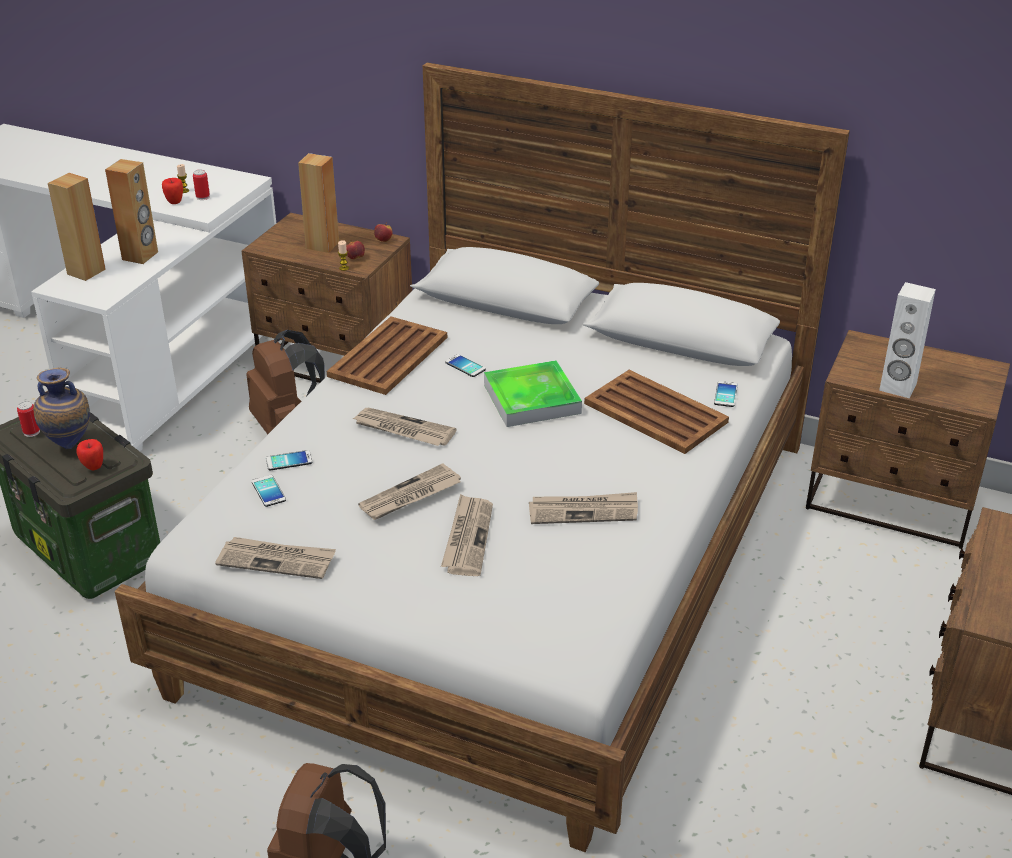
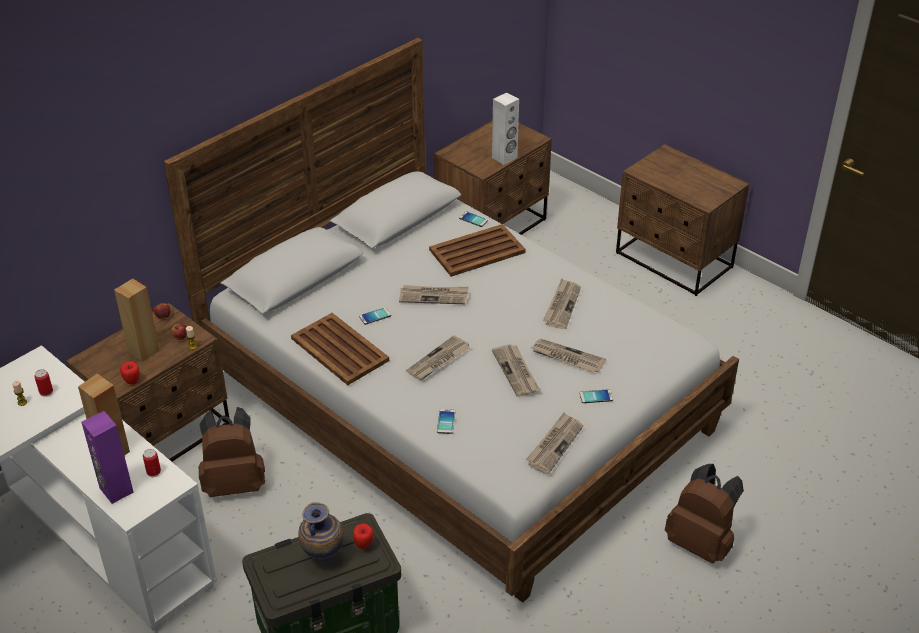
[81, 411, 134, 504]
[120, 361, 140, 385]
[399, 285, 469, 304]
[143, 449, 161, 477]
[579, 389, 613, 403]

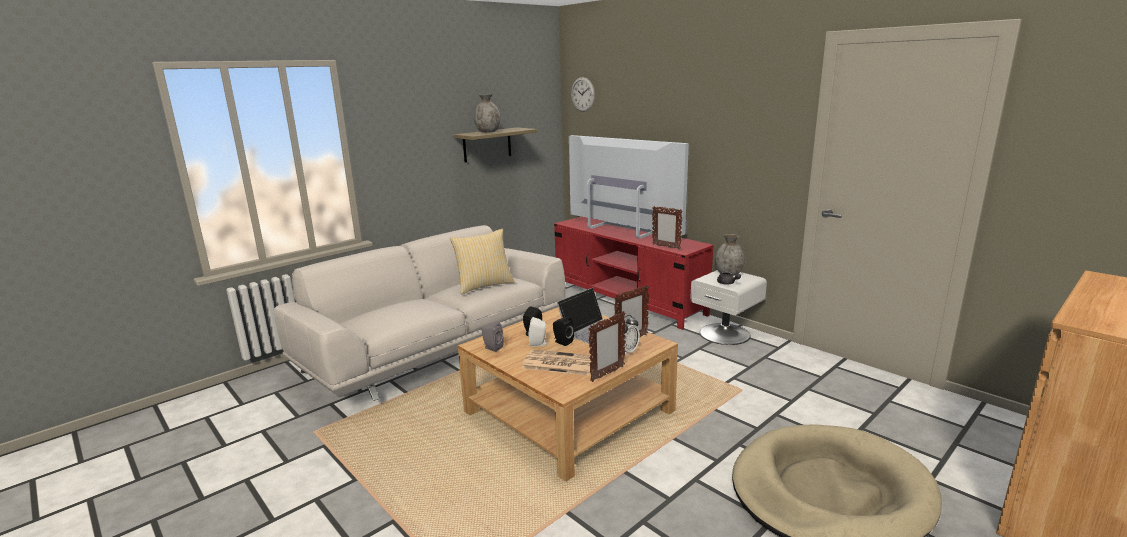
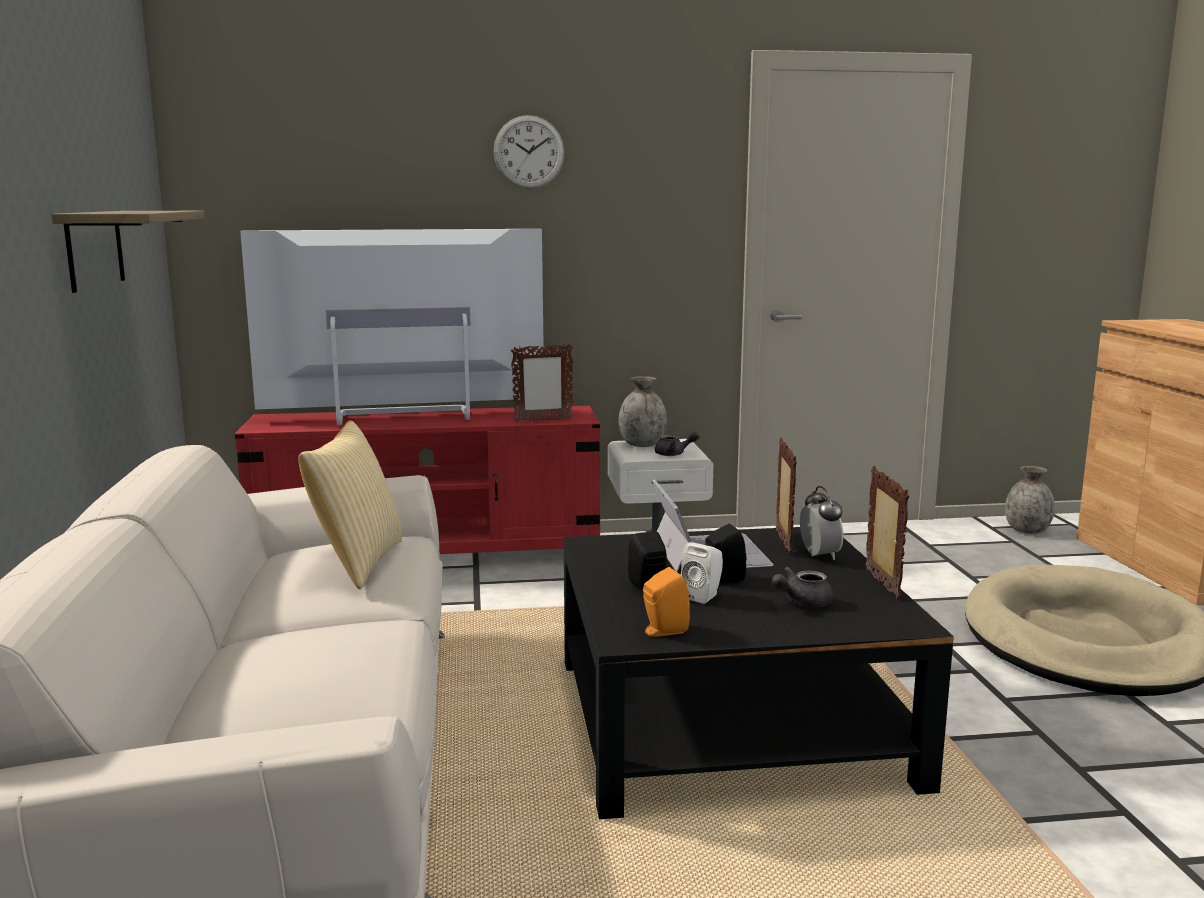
[493, 115, 564, 189]
[1005, 466, 1055, 534]
[564, 527, 954, 819]
[643, 567, 690, 637]
[772, 567, 834, 607]

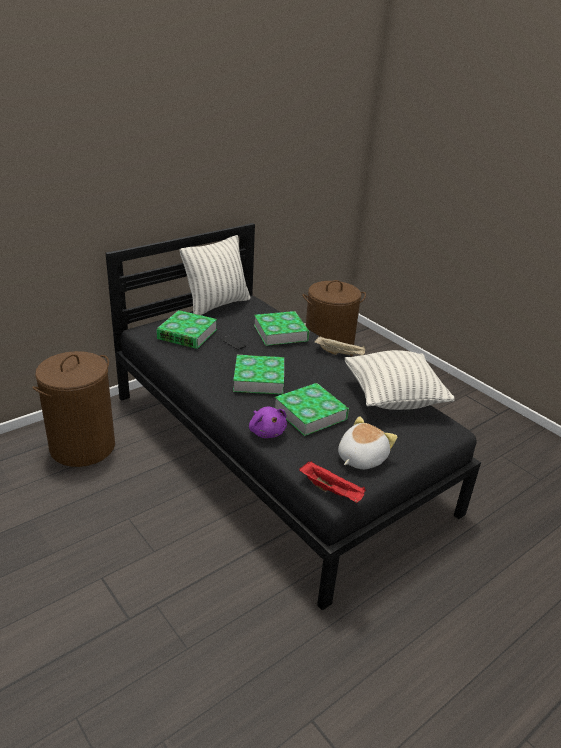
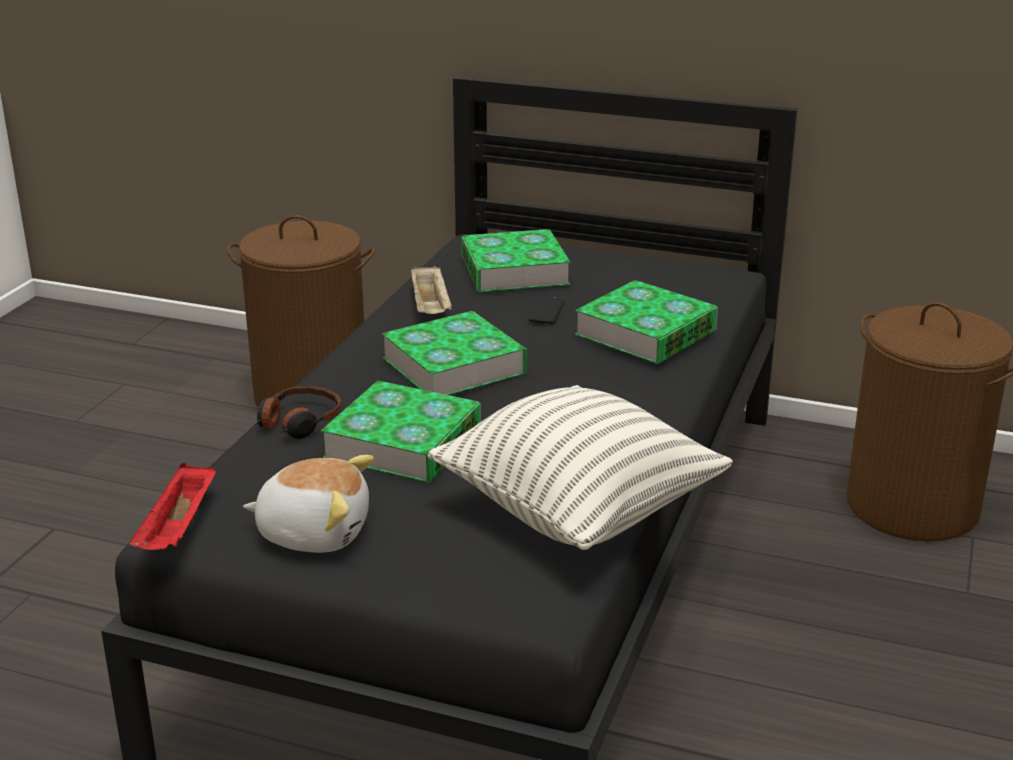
[180, 235, 250, 315] (first image)
[411, 265, 452, 314]
[256, 386, 341, 439]

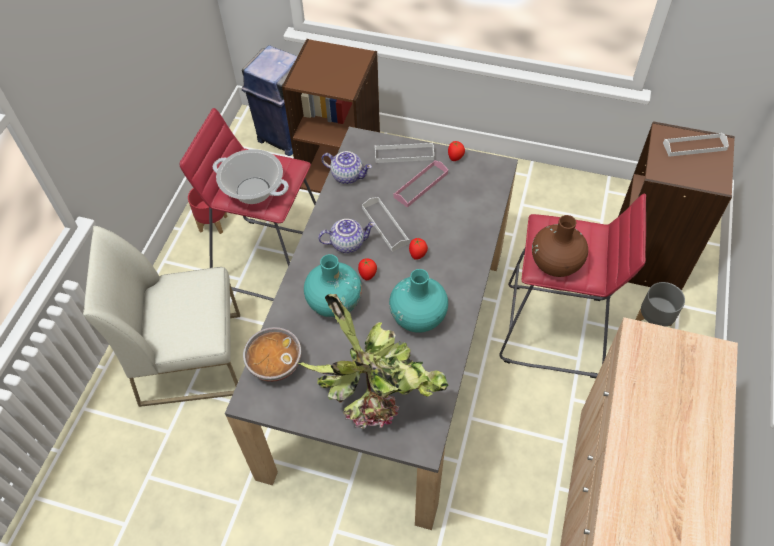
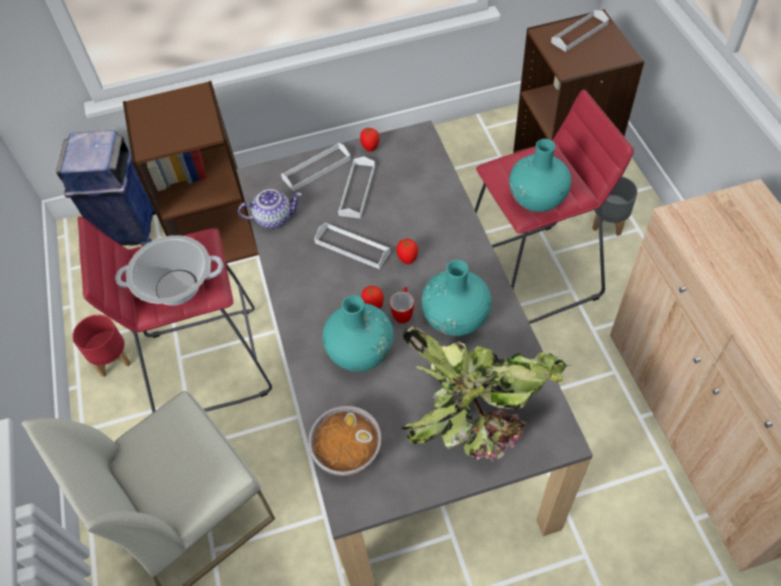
[338, 157, 375, 219]
[509, 139, 571, 212]
[318, 219, 375, 253] (first image)
[390, 287, 414, 323]

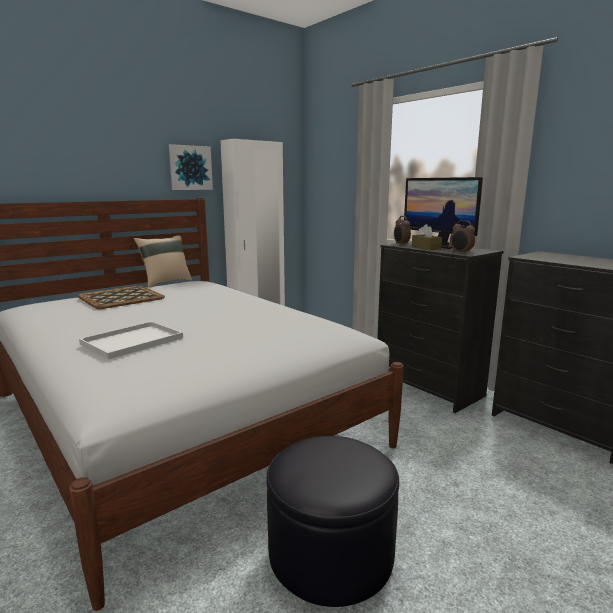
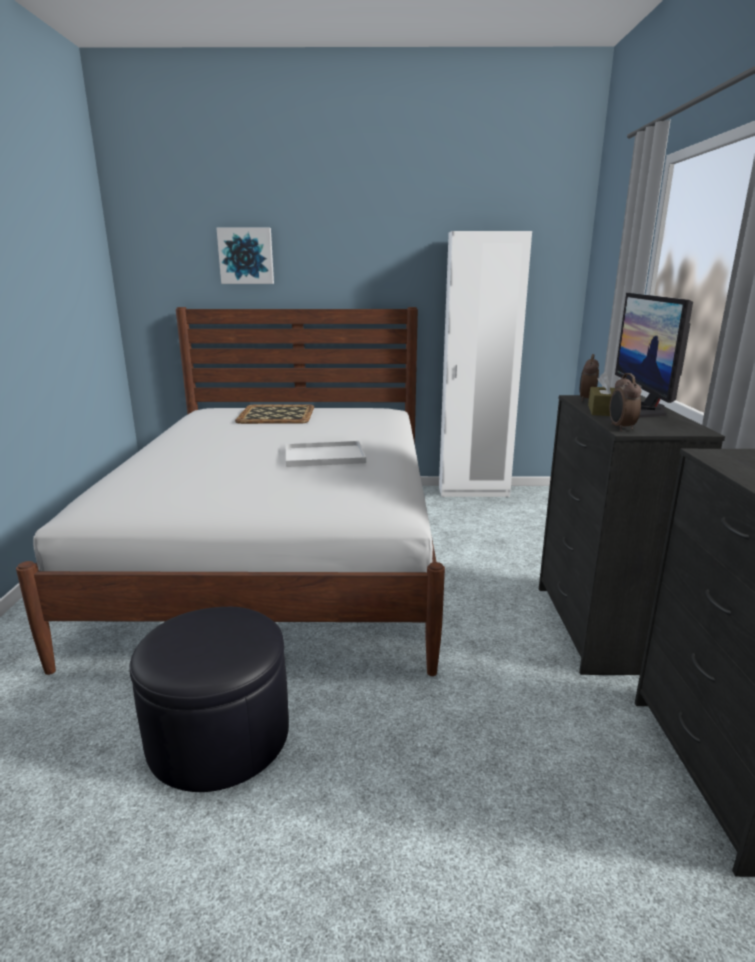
[216, 228, 274, 284]
[134, 235, 192, 288] (first image)
[286, 441, 366, 467]

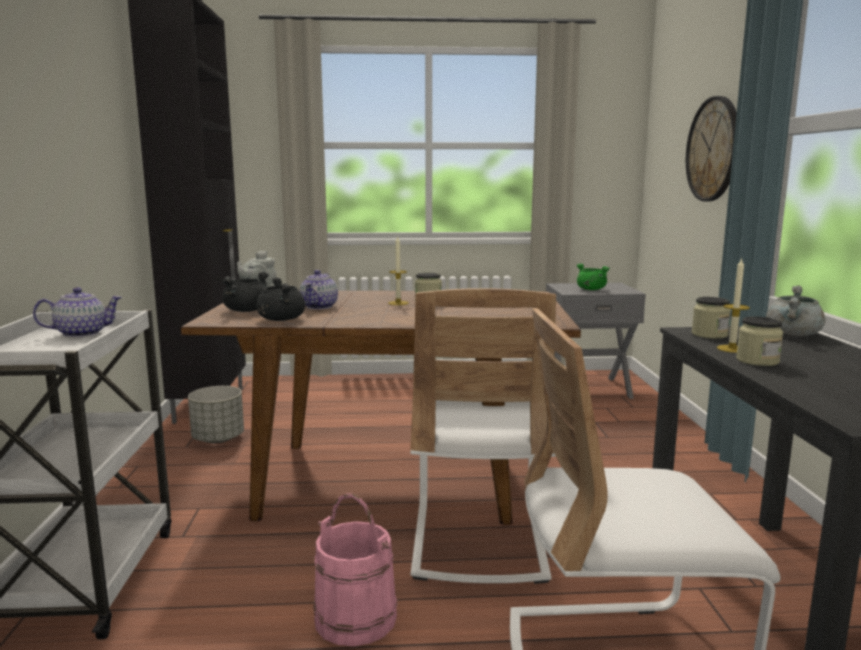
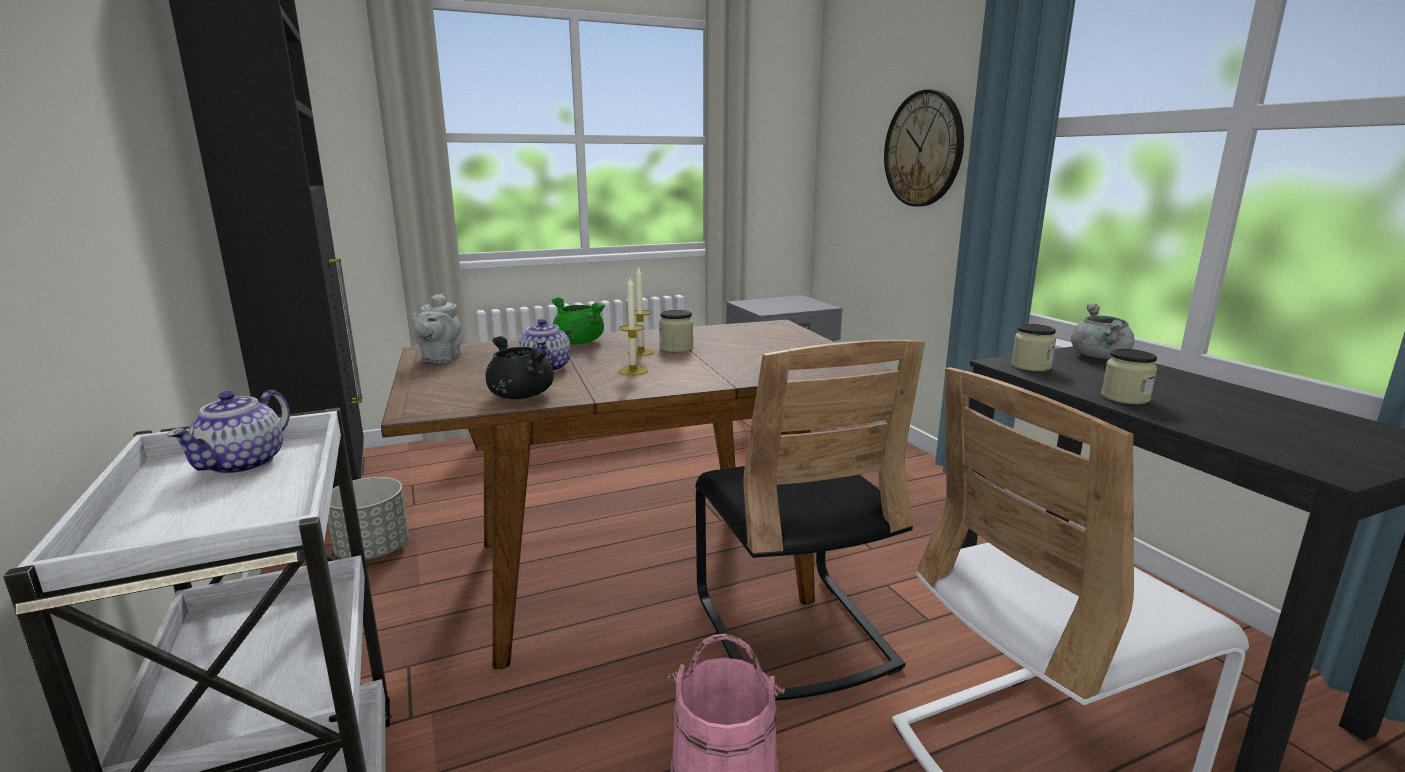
[619, 278, 648, 376]
[551, 297, 605, 344]
[222, 272, 269, 312] (first image)
[166, 390, 290, 475]
[695, 340, 925, 701]

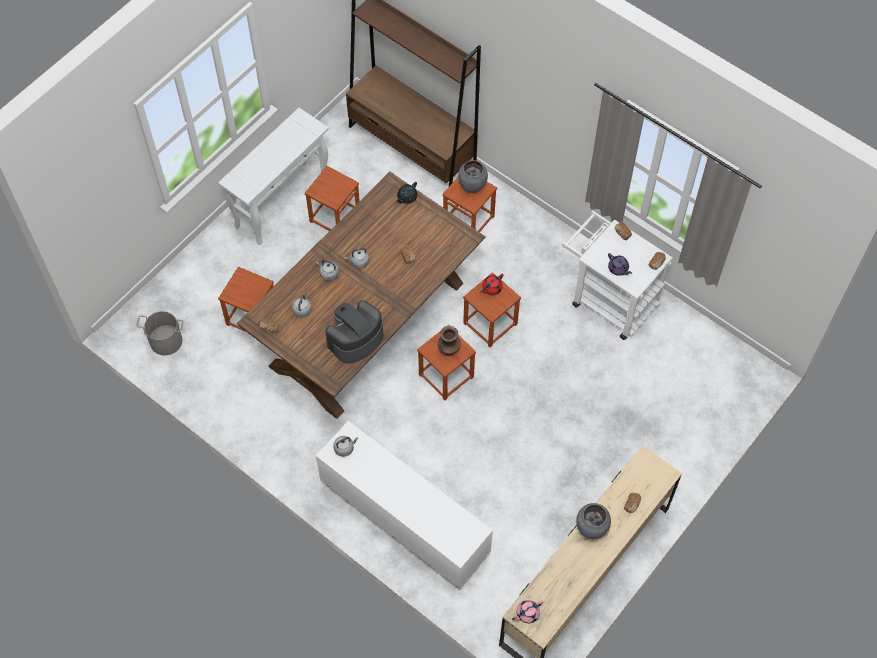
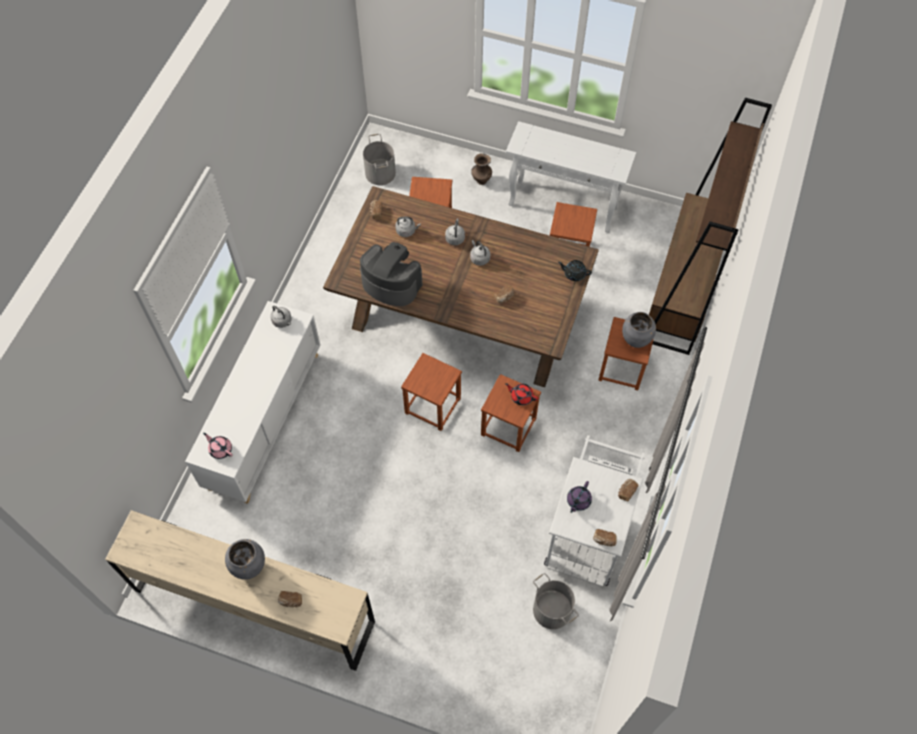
[471, 153, 492, 185]
[203, 433, 233, 459]
[533, 573, 579, 629]

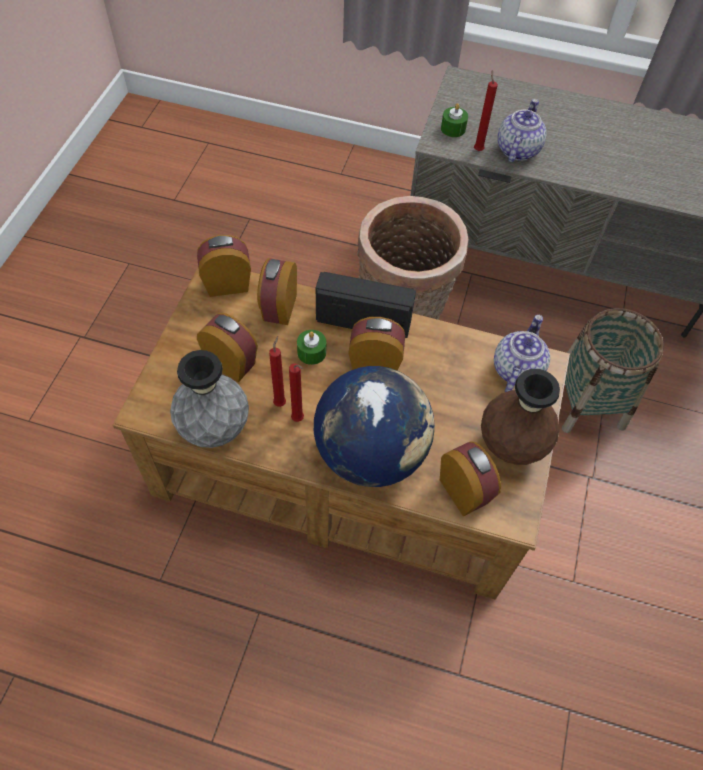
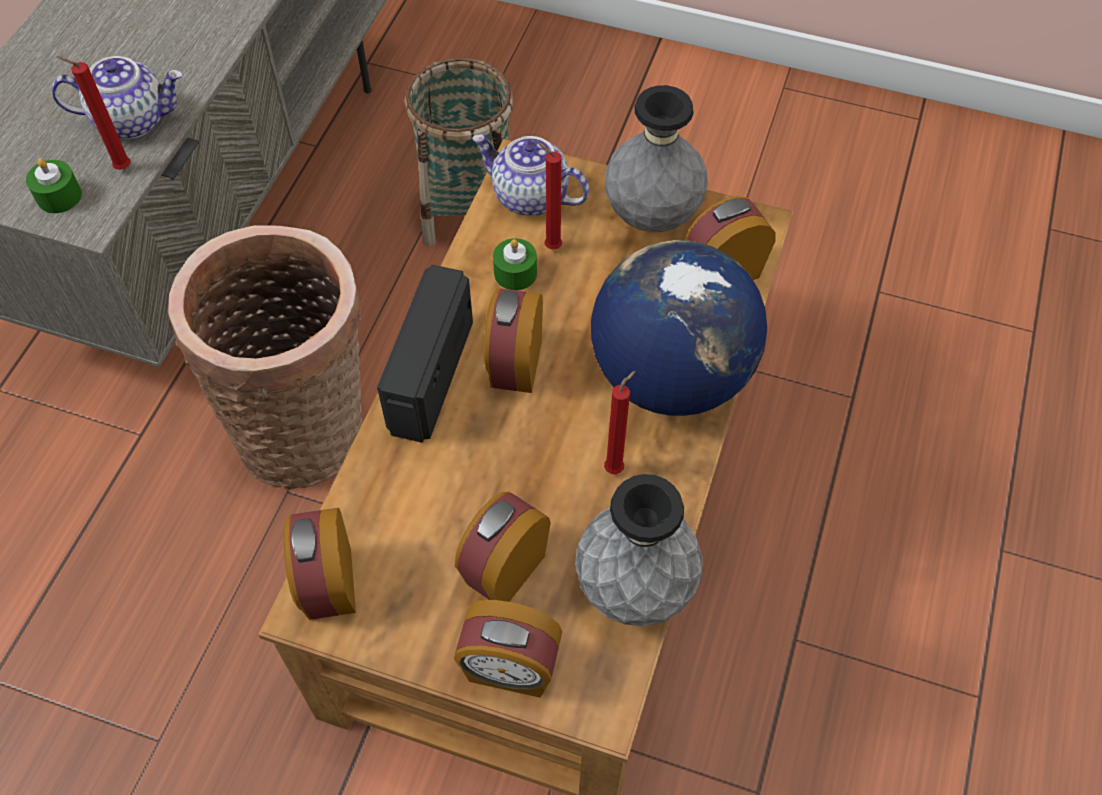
[52, 56, 183, 139]
[454, 600, 562, 698]
[493, 238, 537, 290]
[537, 142, 562, 250]
[605, 85, 708, 232]

